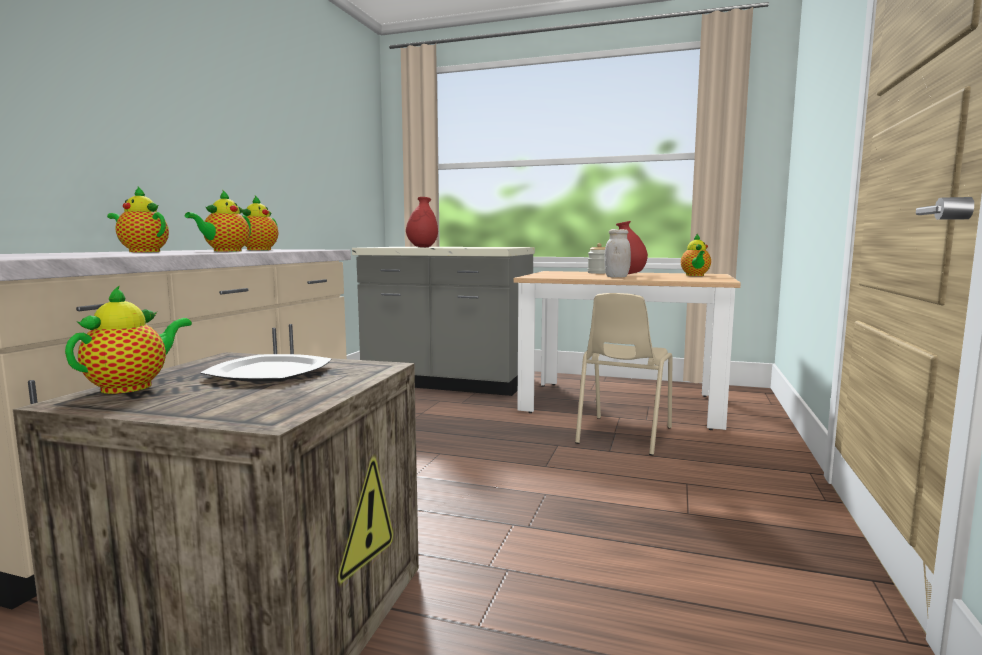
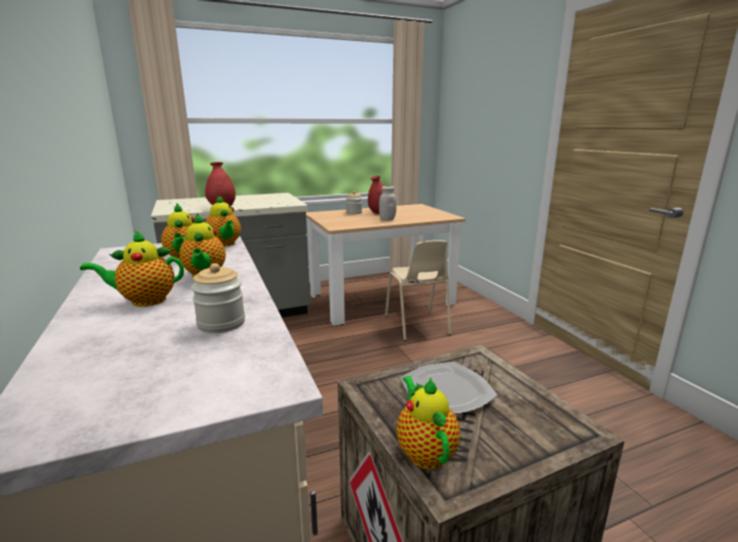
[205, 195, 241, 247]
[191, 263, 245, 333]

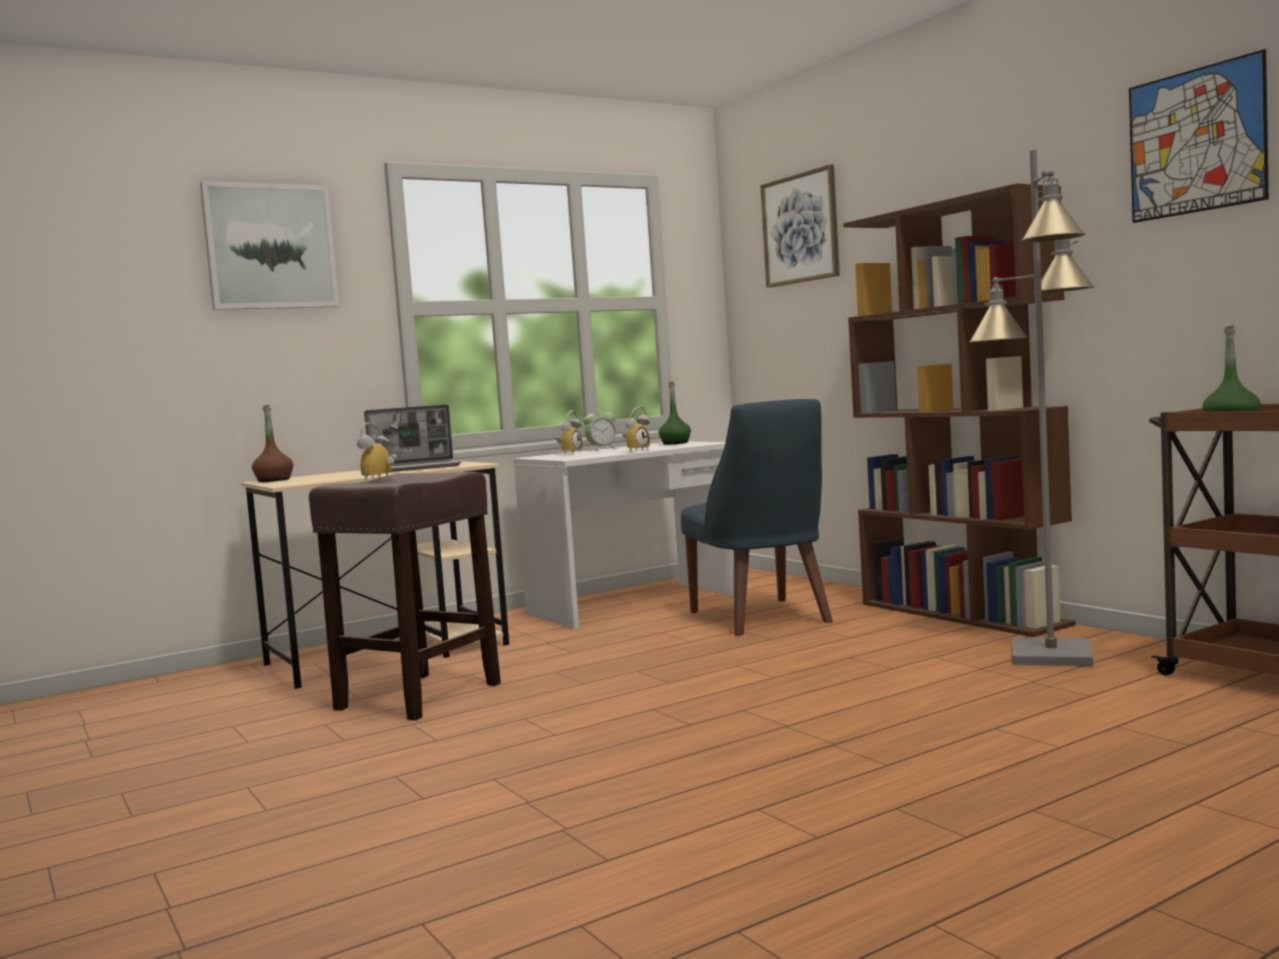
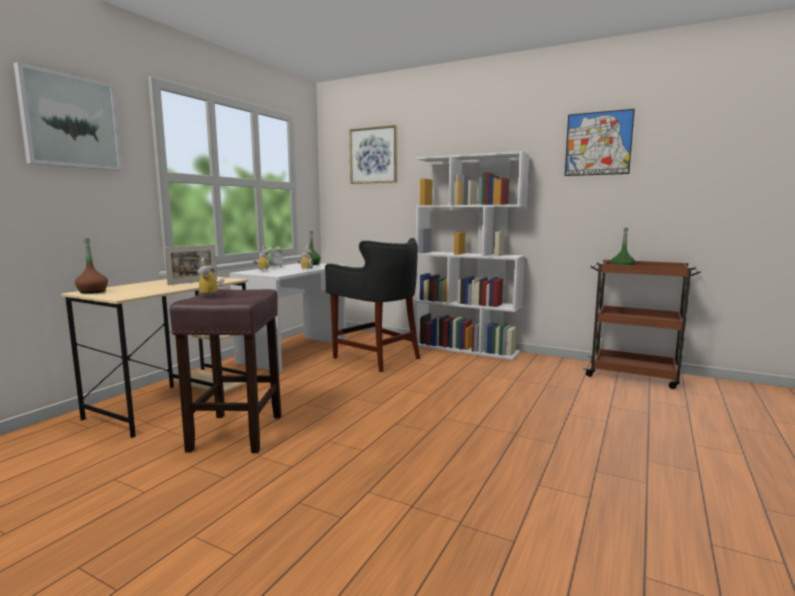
[969, 150, 1095, 666] (first image)
[415, 151, 530, 360]
[325, 238, 420, 372]
[164, 245, 217, 285]

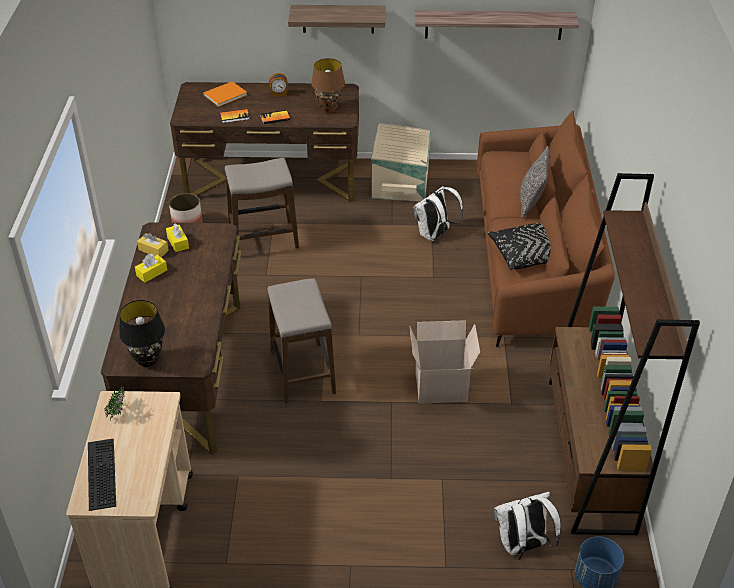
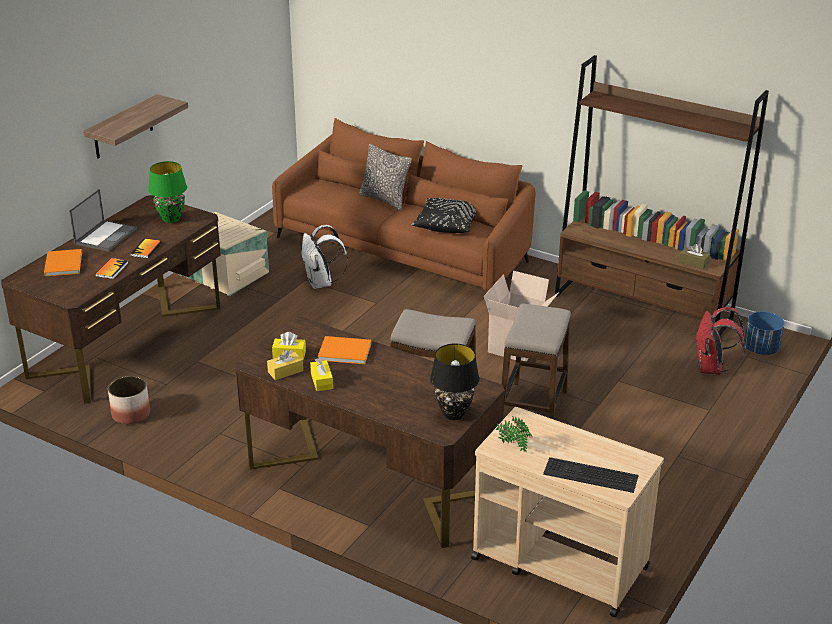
[415, 11, 579, 40] (first image)
[148, 161, 187, 223]
[69, 189, 137, 252]
[502, 303, 571, 419]
[695, 307, 745, 375]
[679, 244, 710, 269]
[318, 336, 372, 364]

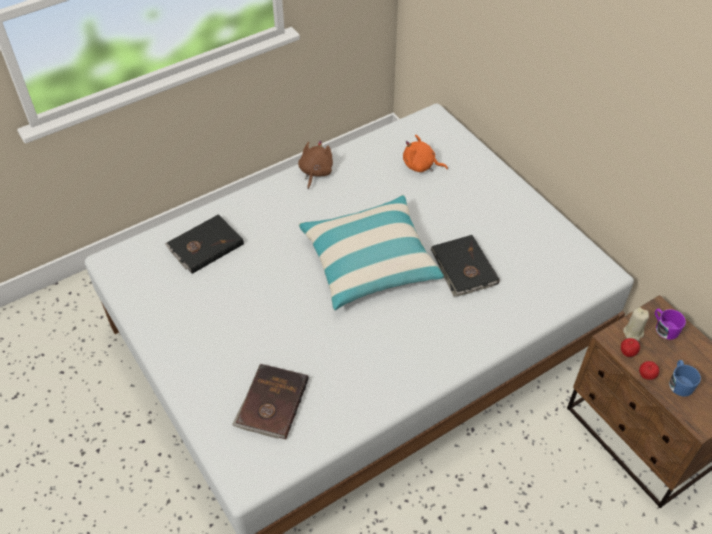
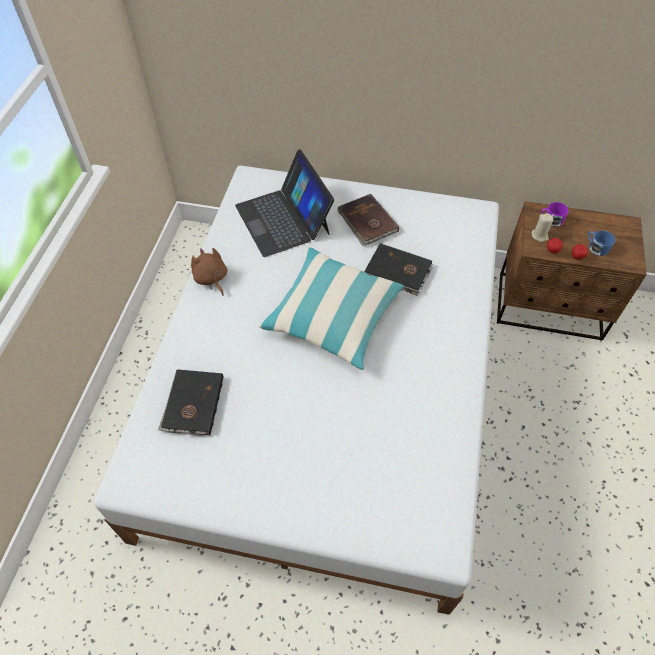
[235, 149, 334, 257]
[337, 194, 399, 246]

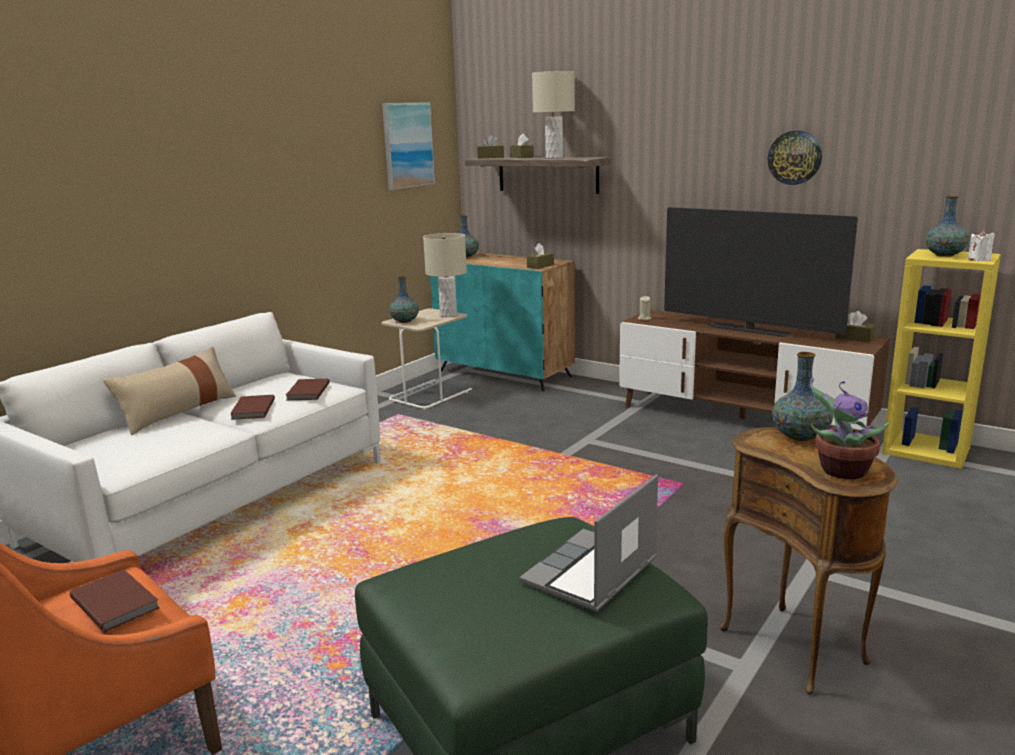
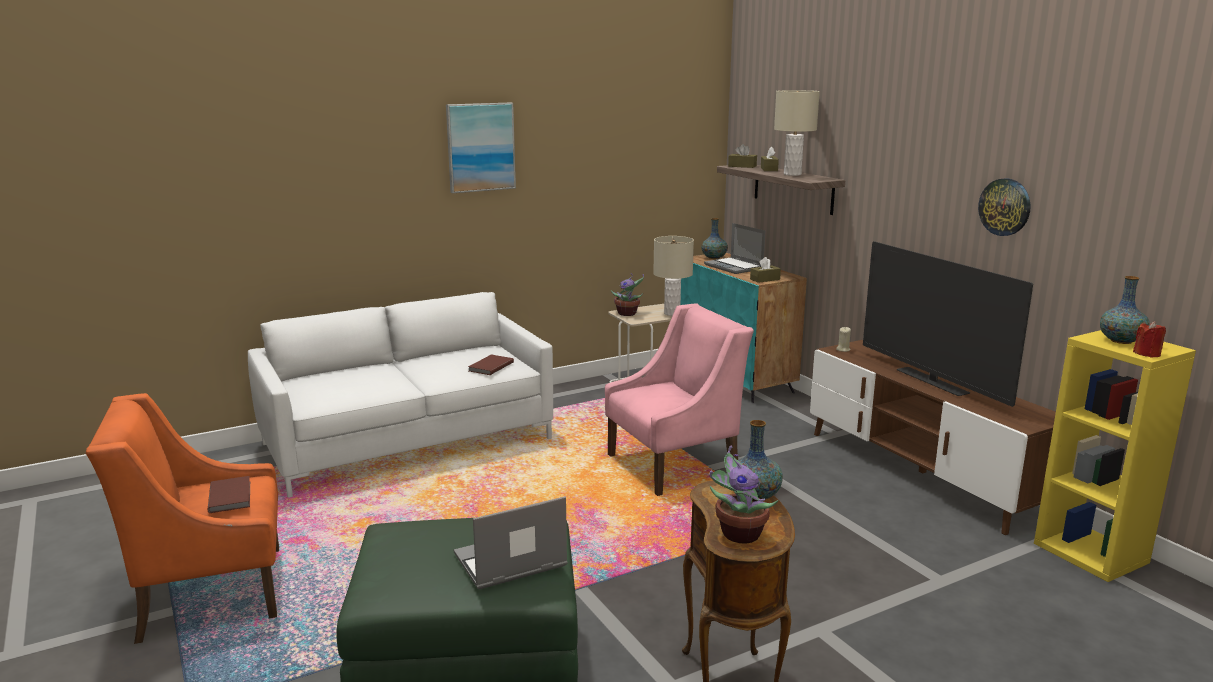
[446, 103, 516, 193]
[1133, 321, 1166, 357]
[611, 273, 644, 316]
[836, 311, 875, 342] (first image)
[103, 347, 236, 435] (first image)
[230, 395, 275, 420] (first image)
[704, 223, 765, 274]
[605, 303, 754, 496]

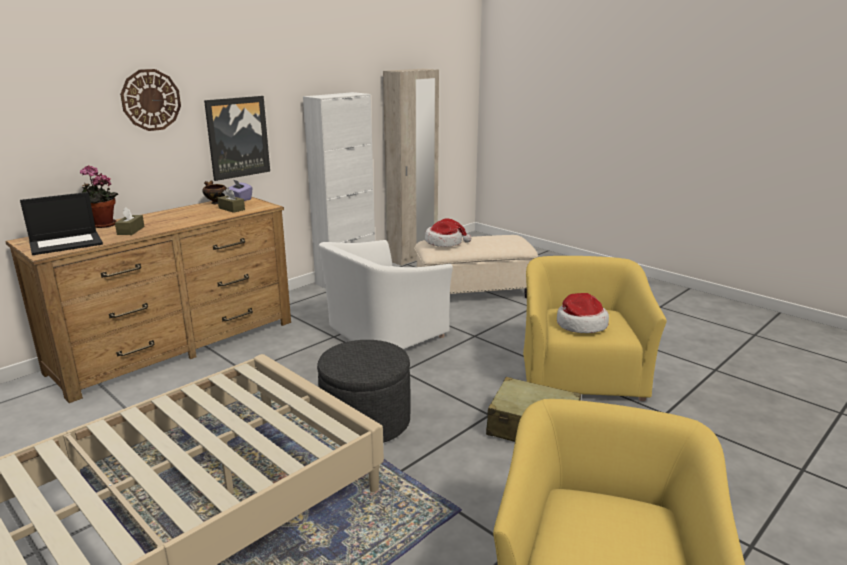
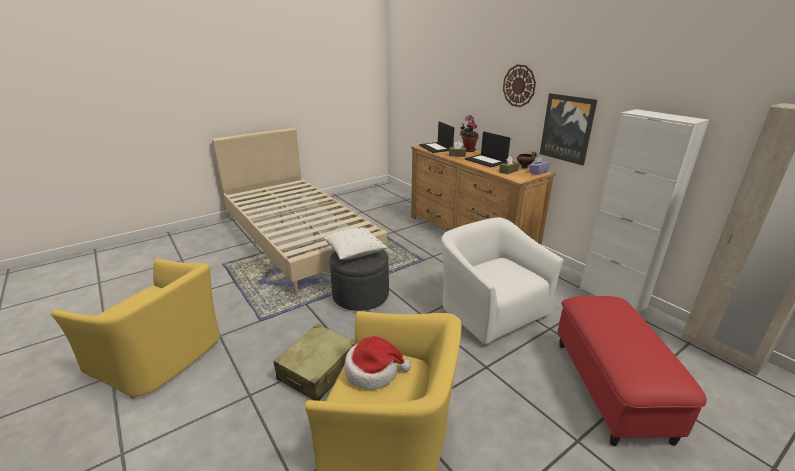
[425, 219, 471, 247] (first image)
[558, 296, 707, 446]
[465, 132, 510, 167]
[323, 227, 387, 260]

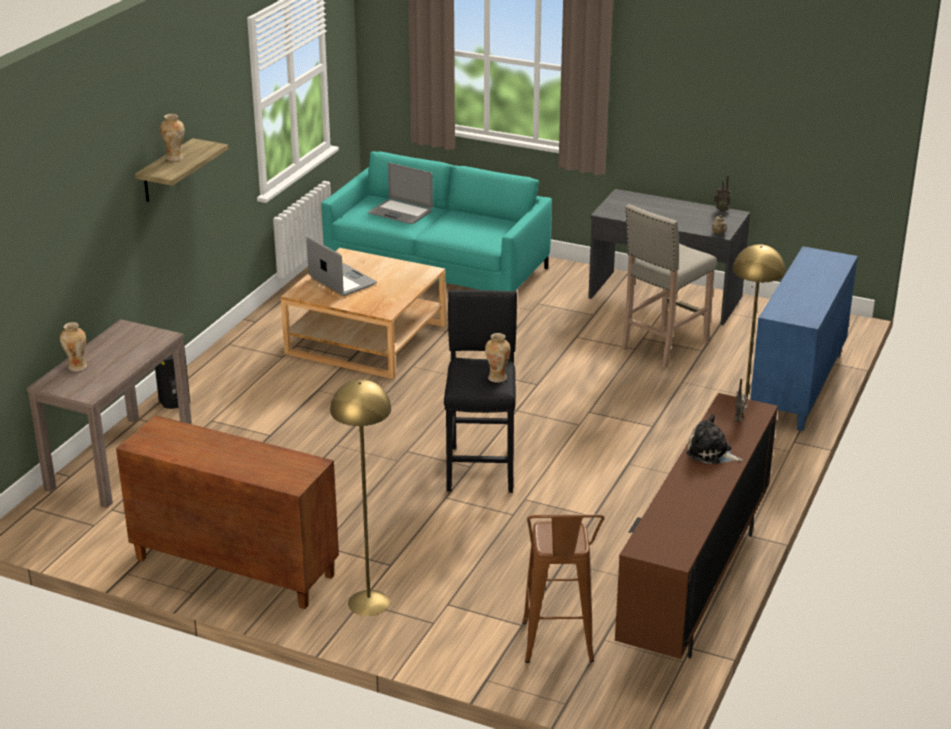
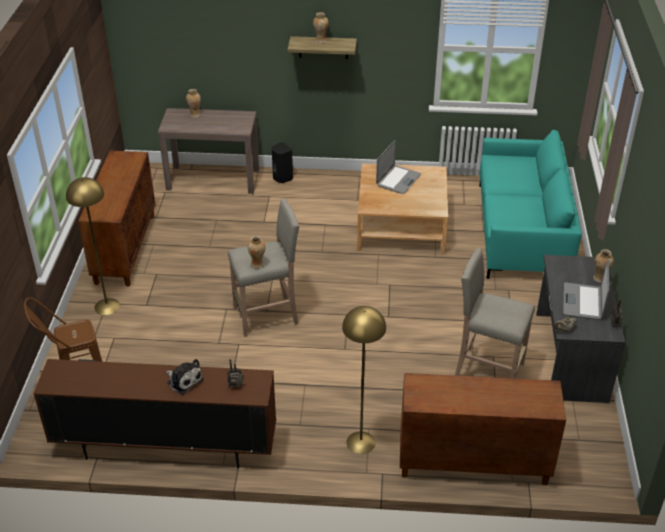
[563, 259, 610, 320]
[400, 373, 566, 485]
[228, 198, 299, 337]
[166, 359, 204, 395]
[593, 249, 614, 283]

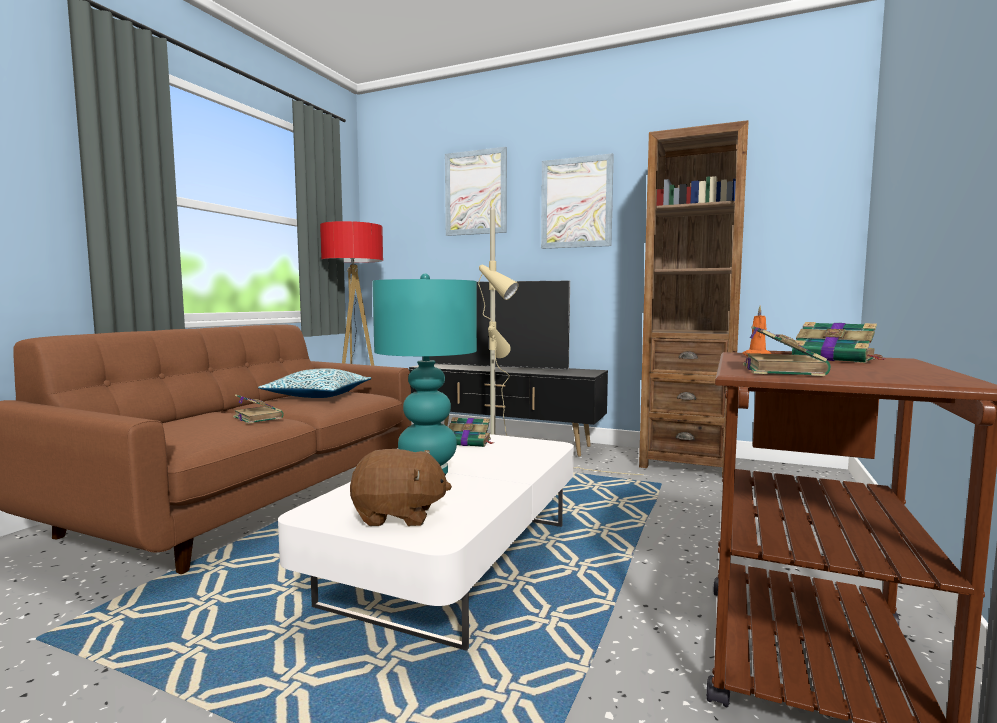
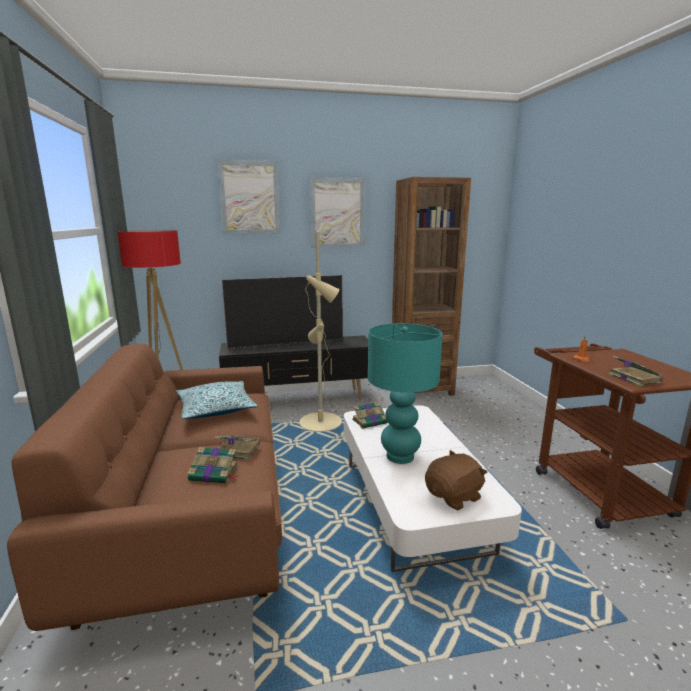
[188, 447, 238, 484]

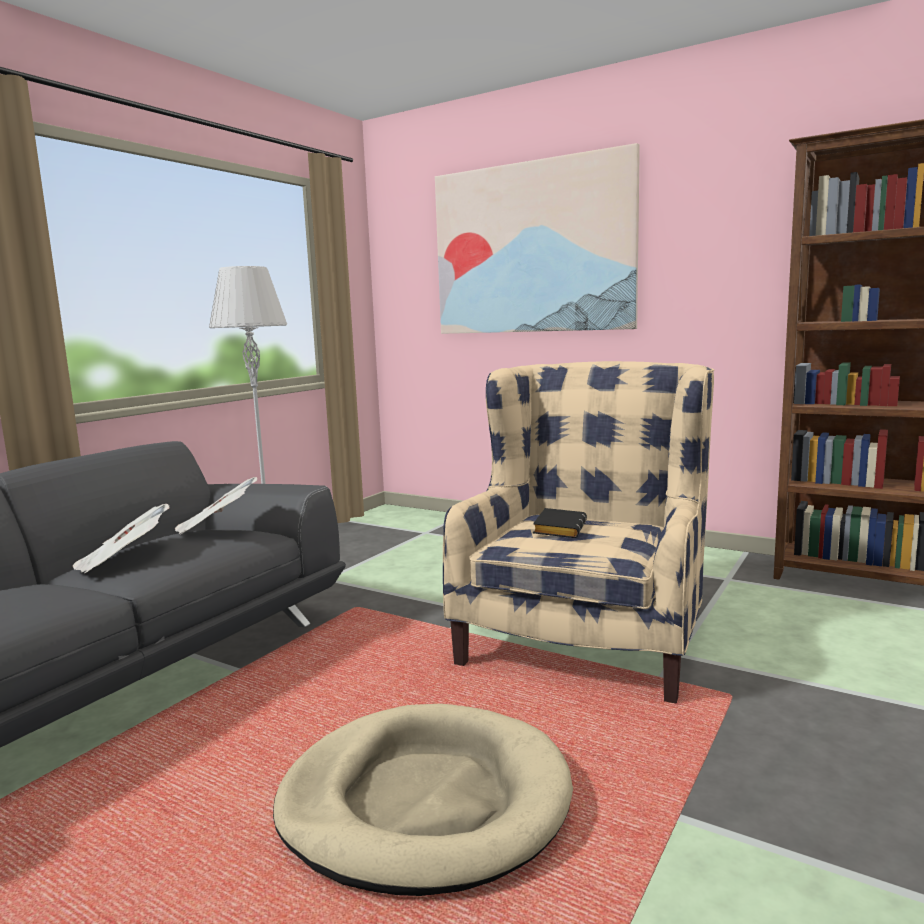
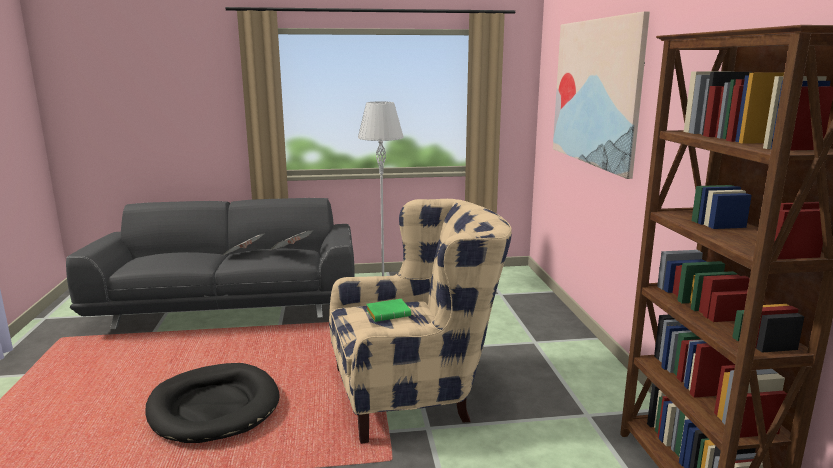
[366, 299, 411, 322]
[145, 363, 280, 443]

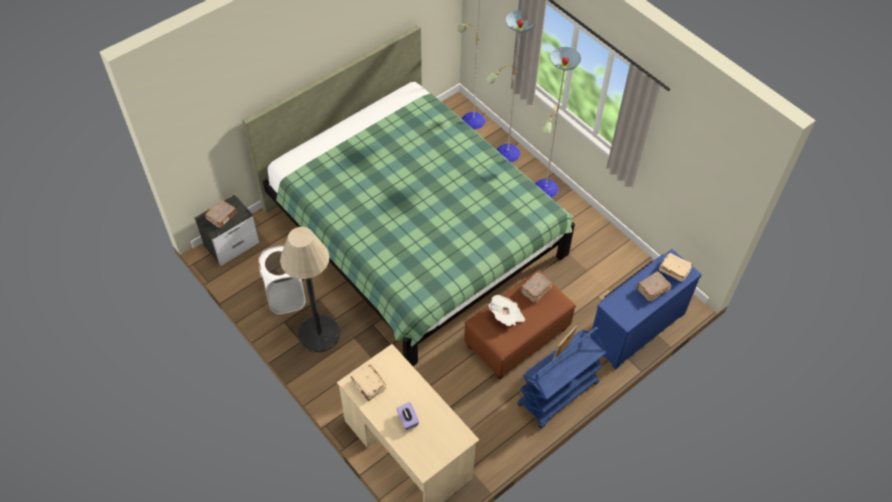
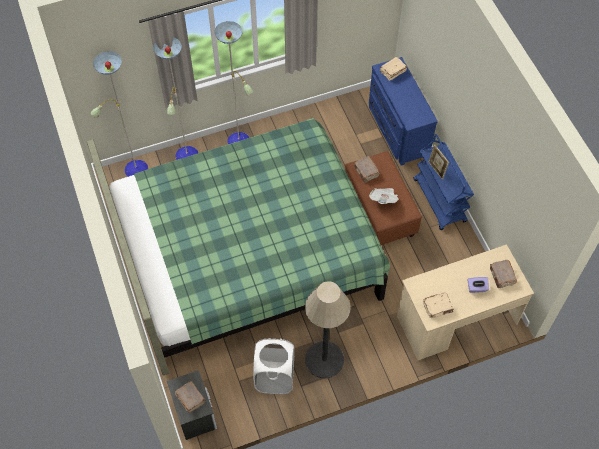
[490, 260, 517, 288]

